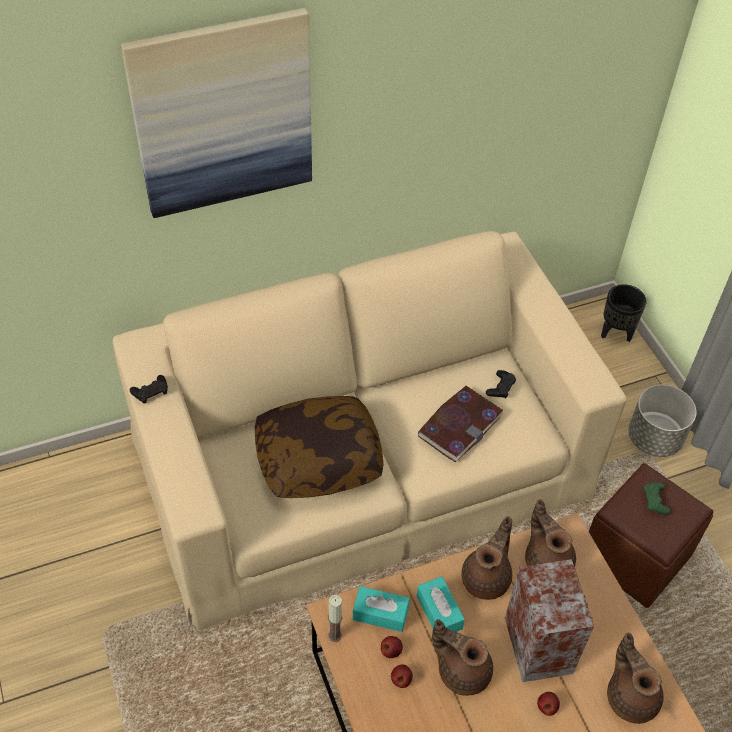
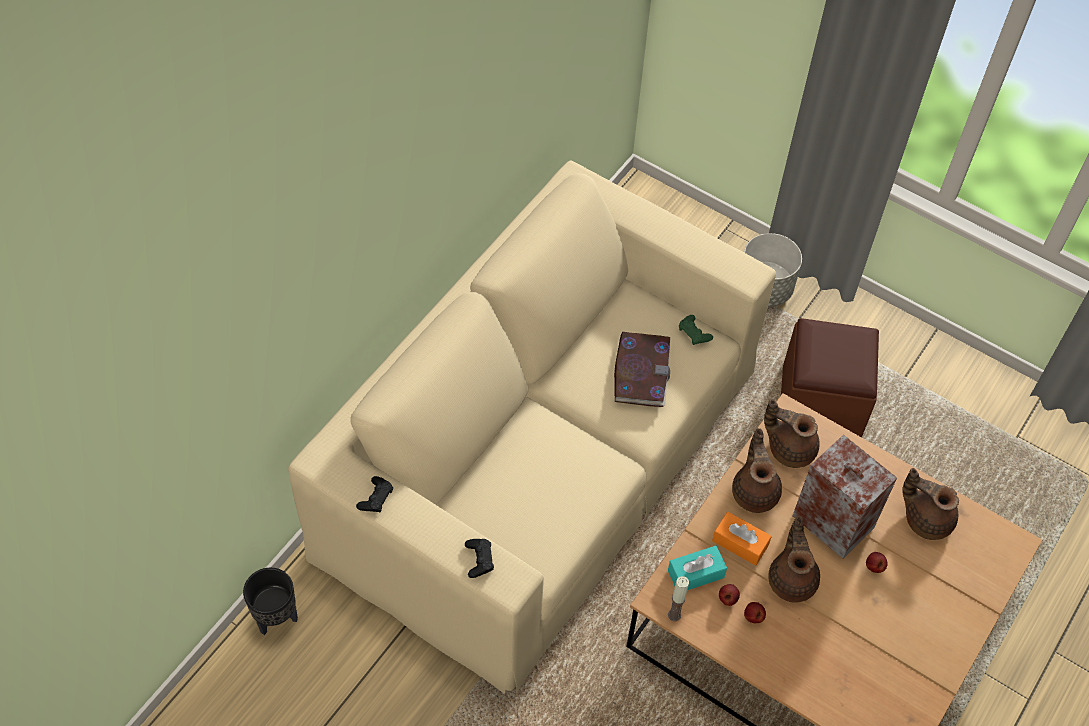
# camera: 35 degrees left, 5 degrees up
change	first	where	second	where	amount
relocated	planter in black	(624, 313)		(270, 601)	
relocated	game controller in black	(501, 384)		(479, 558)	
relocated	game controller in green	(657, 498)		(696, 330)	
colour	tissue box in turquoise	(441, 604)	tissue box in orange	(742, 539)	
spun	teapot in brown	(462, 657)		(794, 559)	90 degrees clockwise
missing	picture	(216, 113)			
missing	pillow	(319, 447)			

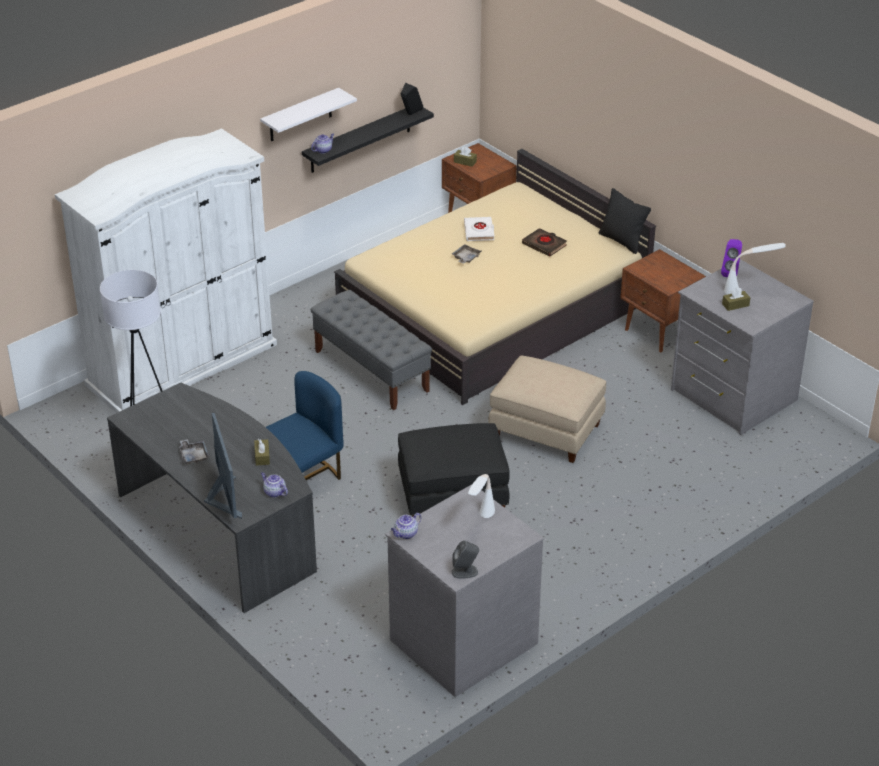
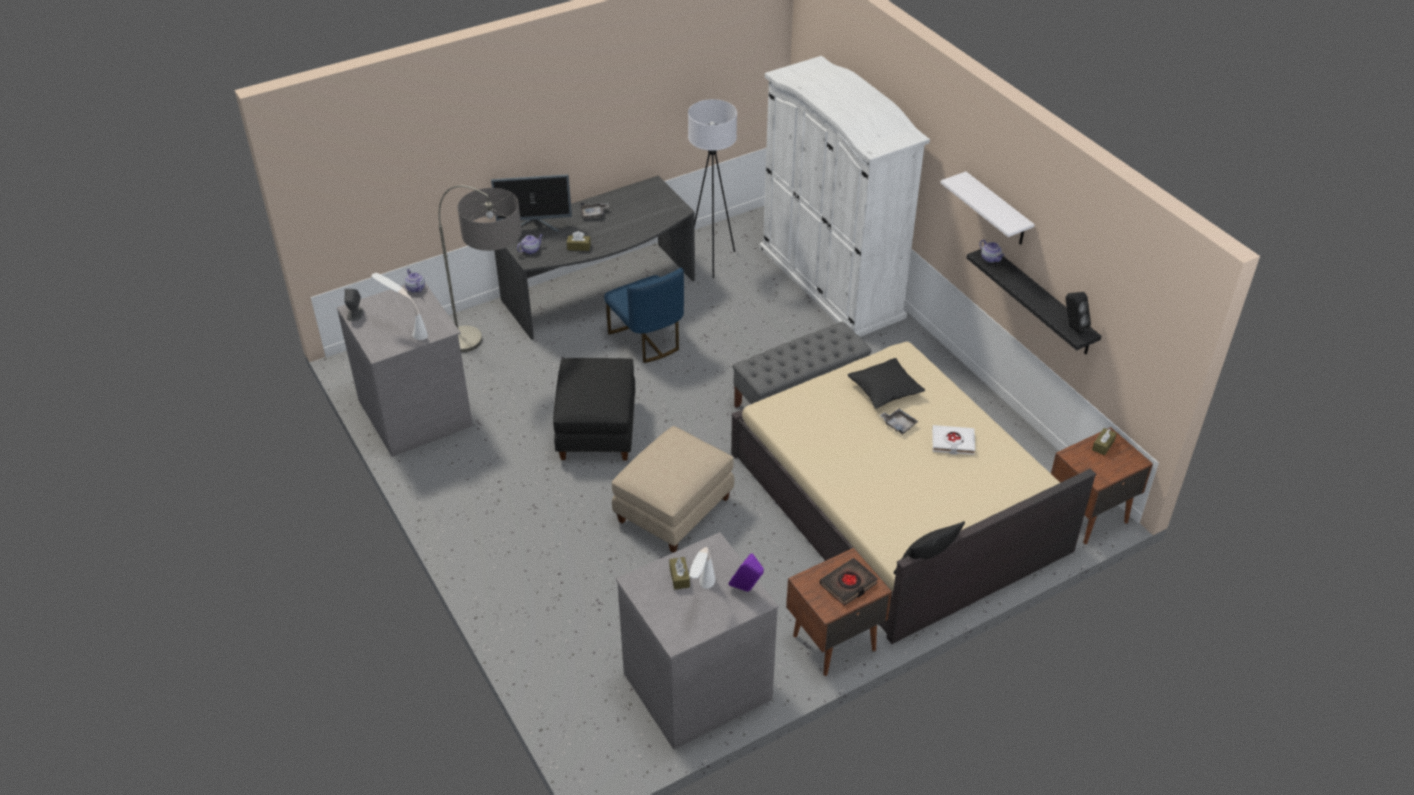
# camera: 100 degrees right, 5 degrees up
change	first	where	second	where	amount
appeared			floor lamp	(480, 268)	
relocated	book in black	(544, 242)		(848, 581)	
appeared			pillow in black	(886, 383)	

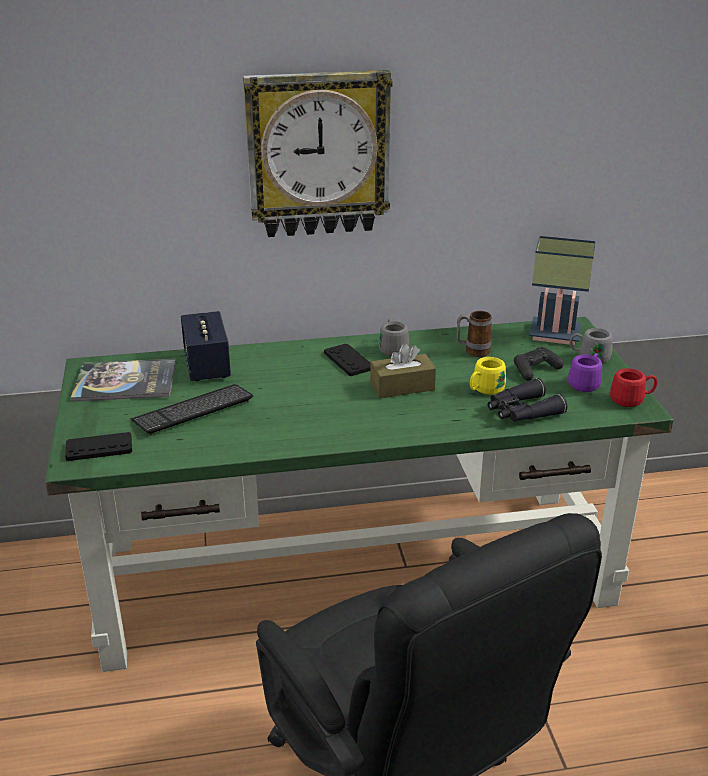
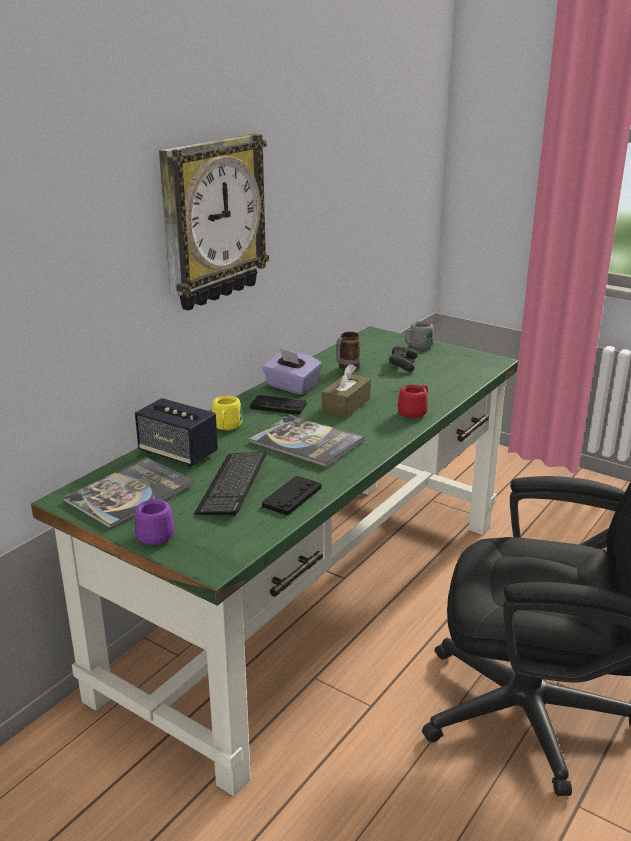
# camera: 45 degrees left, 5 degrees down
change	first	where	second	where	amount
relocated	mug in purple	(585, 372)		(155, 520)	
relocated	mug in yellow	(488, 376)		(227, 413)	
appeared			book	(306, 441)	
exchanged	mug in grey	(393, 337)	tissue box in purple	(292, 371)	
relocated	game controller in black	(98, 446)		(292, 495)	
relocated	mug in red	(633, 387)		(413, 401)	
missing	binoculars in black	(527, 400)			
missing	table lamp	(562, 290)			

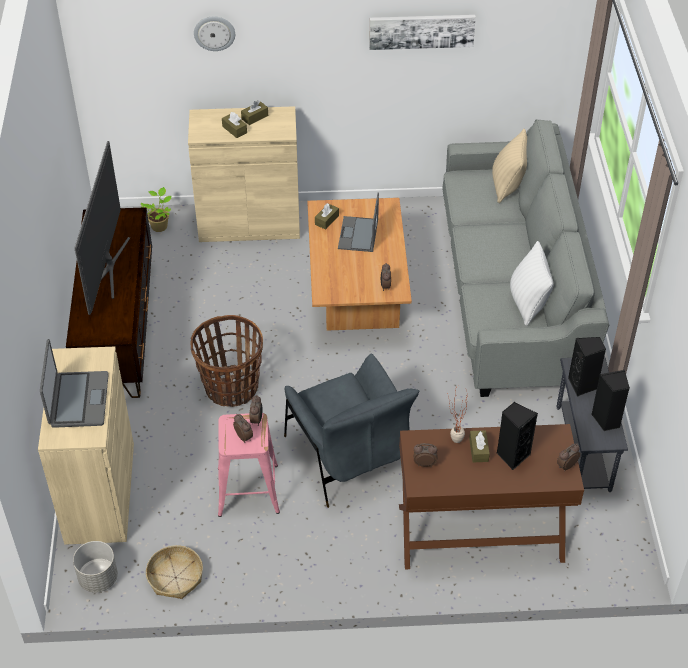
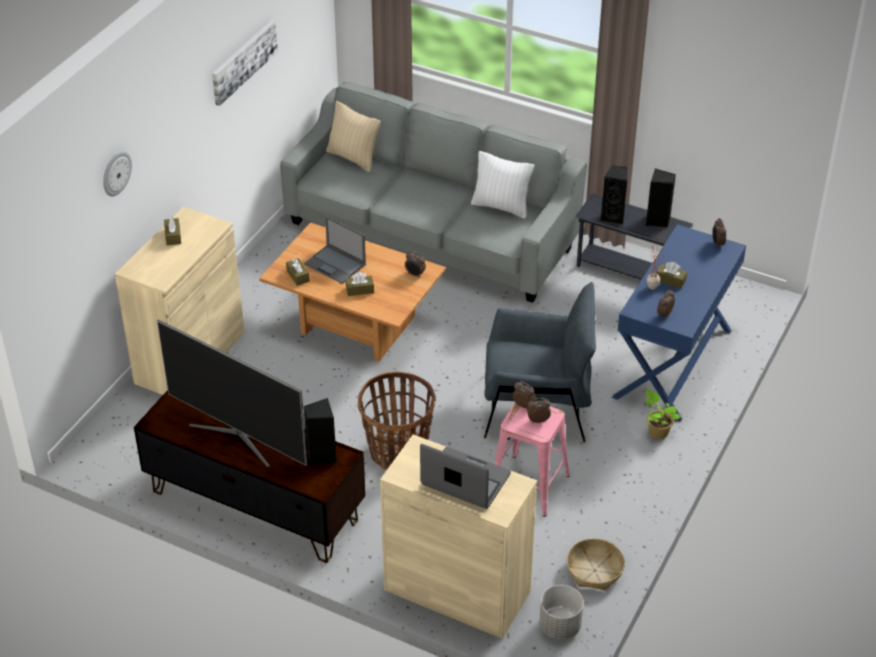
# camera: 60 degrees left, 5 degrees down
change	first	where	second	where	amount
relocated	speaker in black	(517, 436)		(320, 431)	
relocated	tissue box in brown	(234, 125)		(360, 284)	
colour	console table in brown	(491, 496)	console table in blue	(679, 323)	
relocated	potted plant	(155, 209)		(663, 414)	

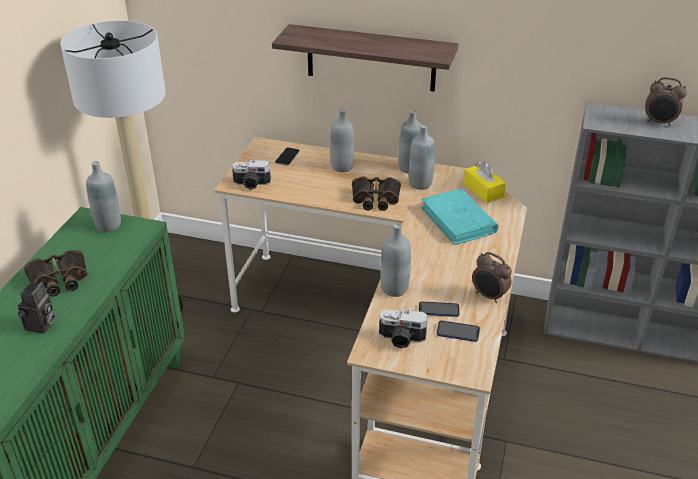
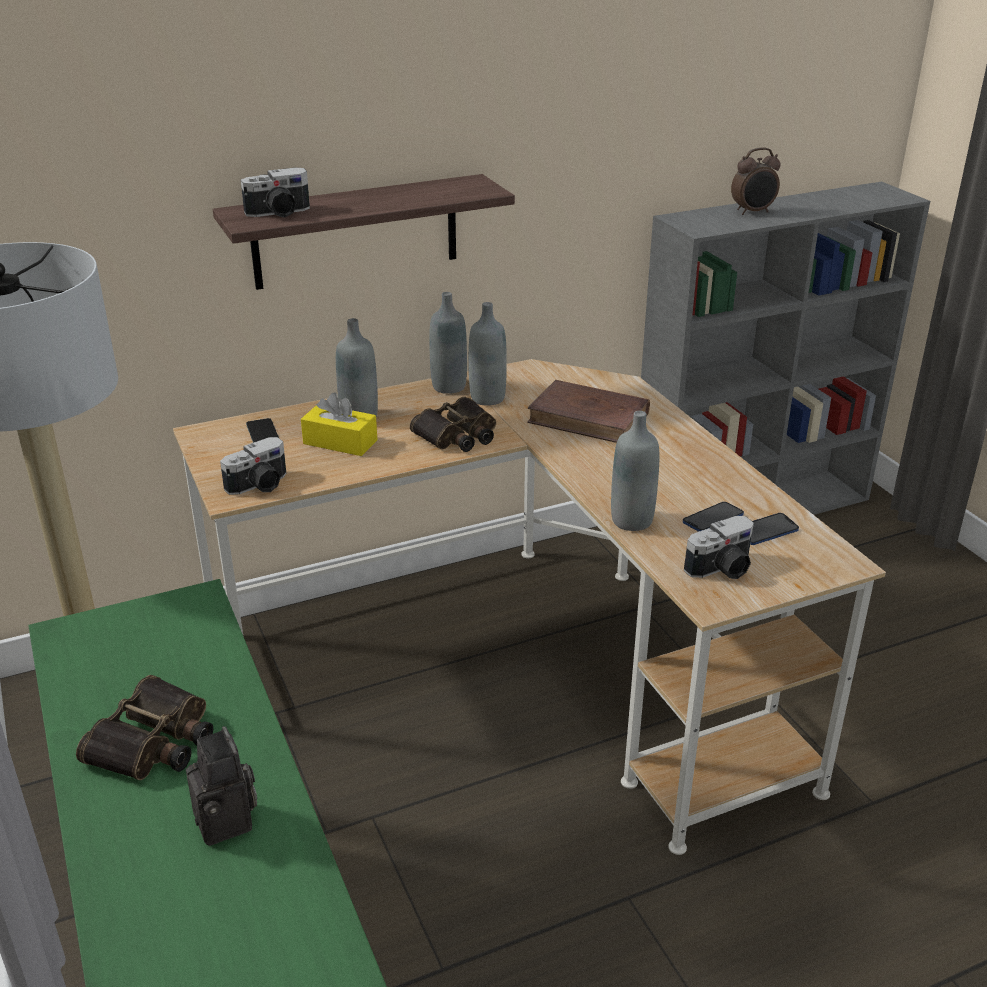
# camera: 40 degrees left, 5 degrees down
change	first	where	second	where	amount
appeared			photo camera	(275, 192)	
relocated	tissue box in yellow	(484, 182)		(339, 424)	
colour	book in turquoise	(459, 216)	book in brown	(588, 411)	
missing	bottle in grey	(103, 196)			
missing	alarm clock	(492, 277)			

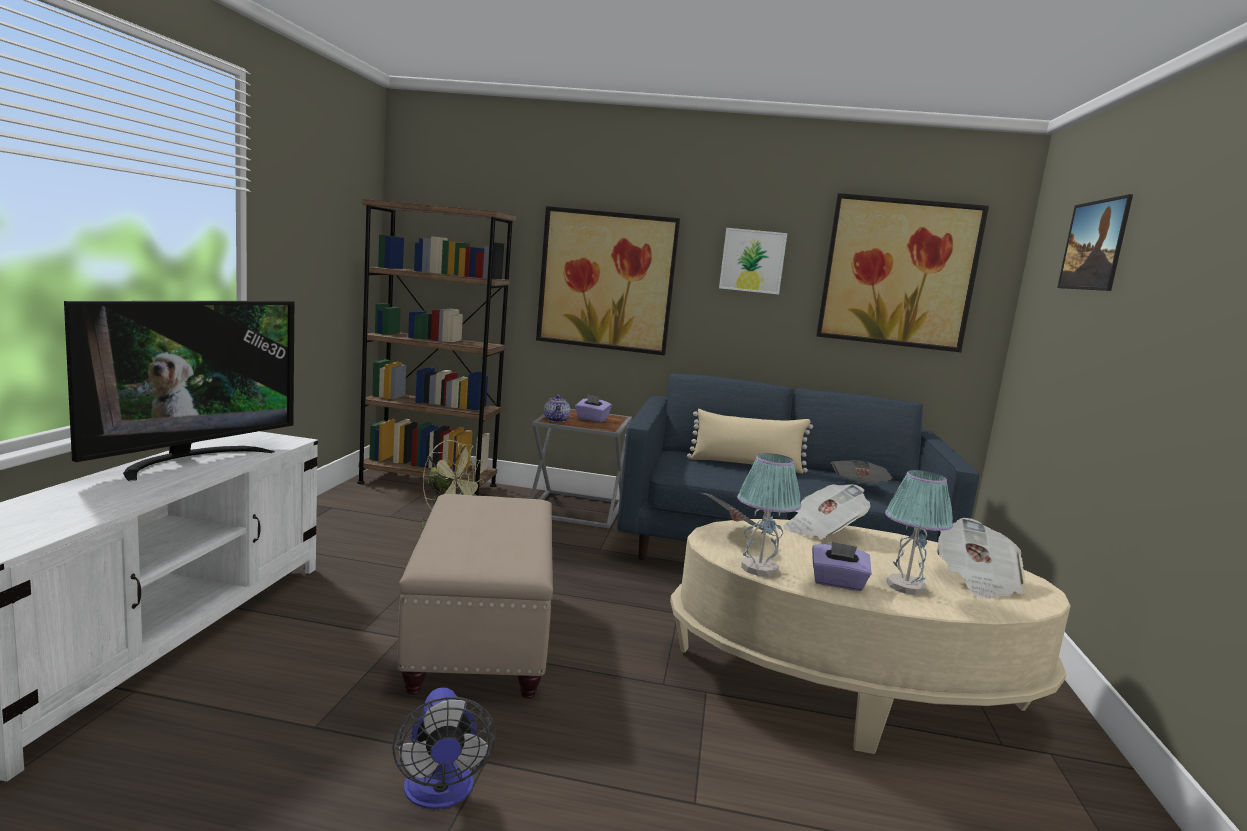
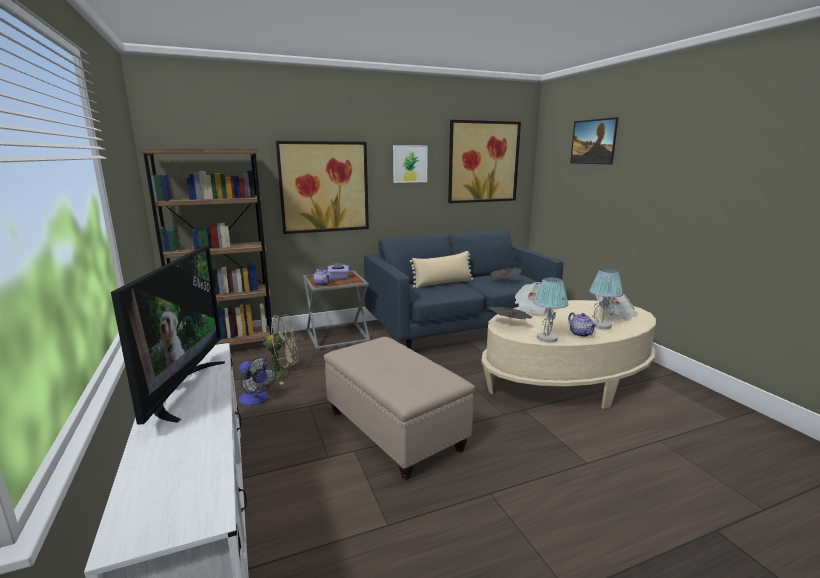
# camera: 30 degrees left, 5 degrees up
change	first	where	second	where	amount
relocated	fan	(444, 748)		(257, 381)	
exchanged	tissue box in purple	(841, 566)	teapot	(582, 324)	

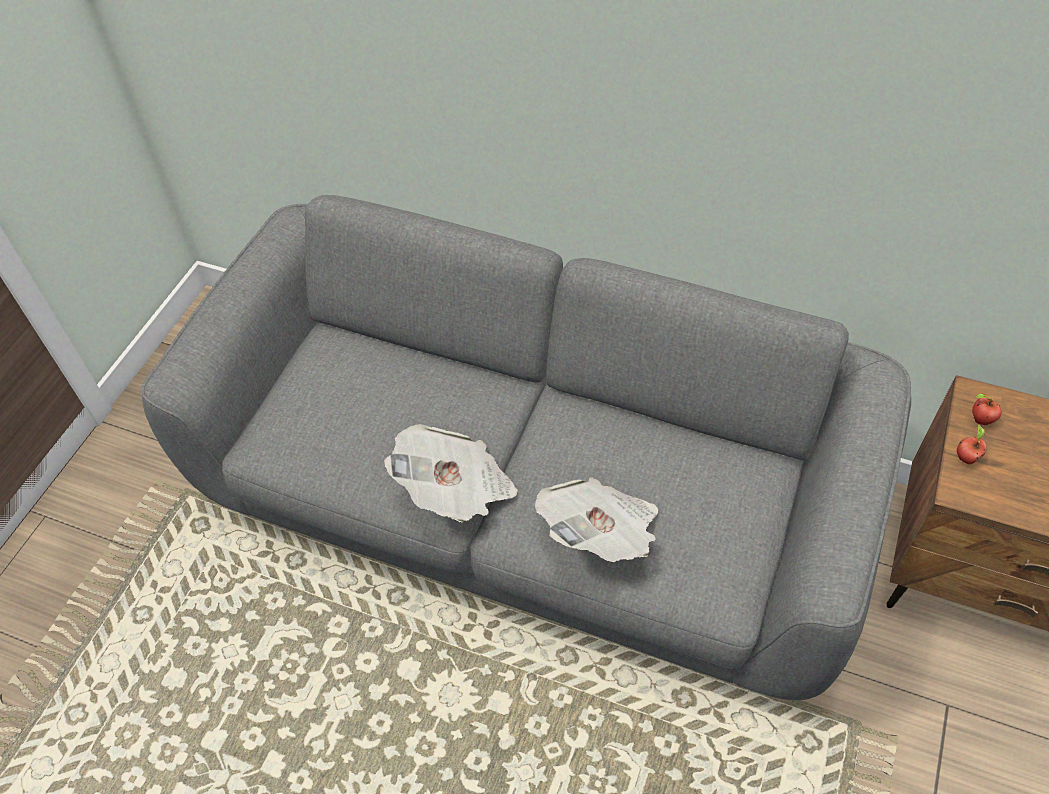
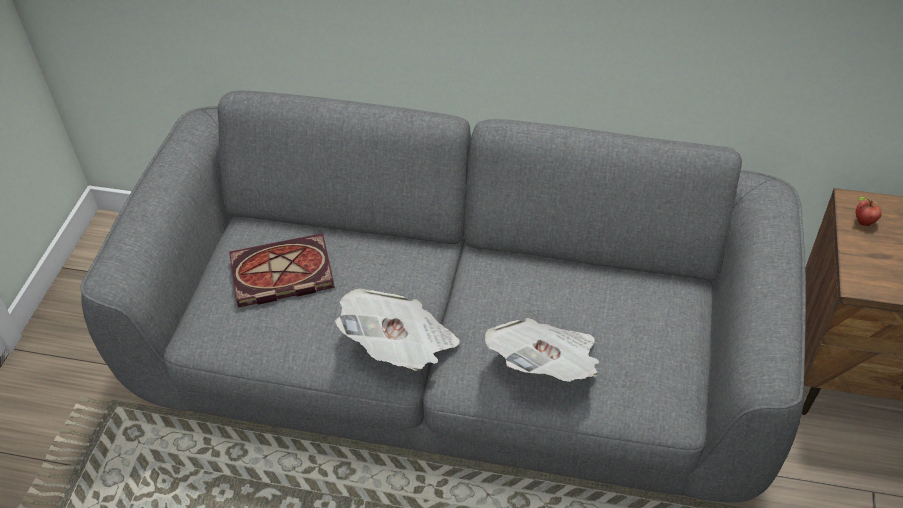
# camera: 10 degrees left, 5 degrees down
change	first	where	second	where	amount
appeared			book	(282, 270)	
missing	apple	(972, 444)			

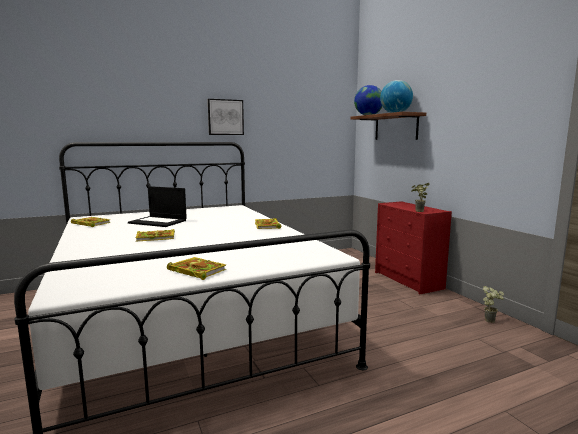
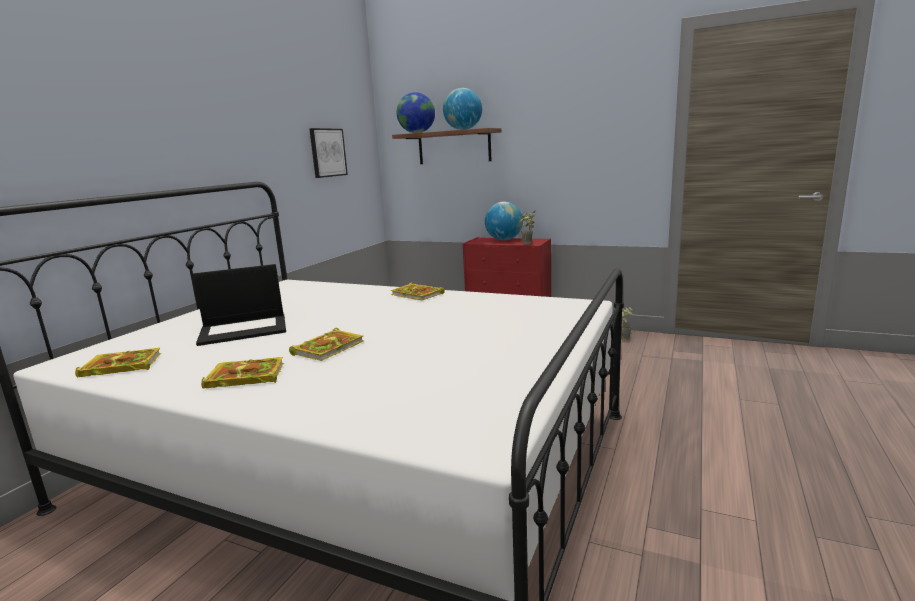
# camera: 40 degrees left, 5 degrees up
change	first	where	second	where	amount
relocated	book	(197, 268)		(242, 373)	
relocated	picture	(226, 117)		(328, 153)	
appeared			globe	(504, 221)	

